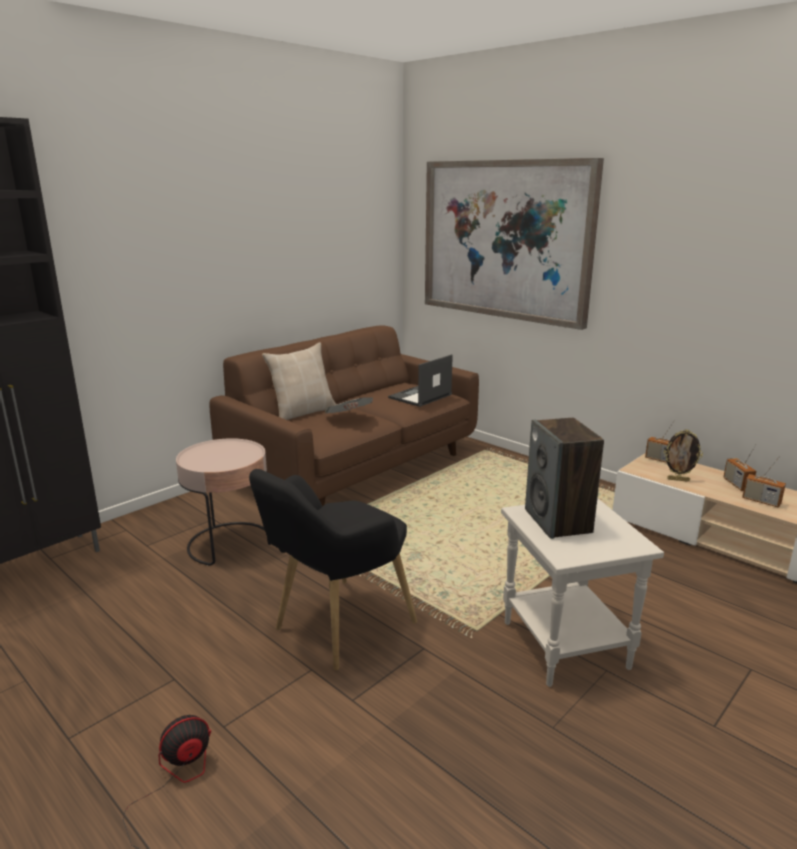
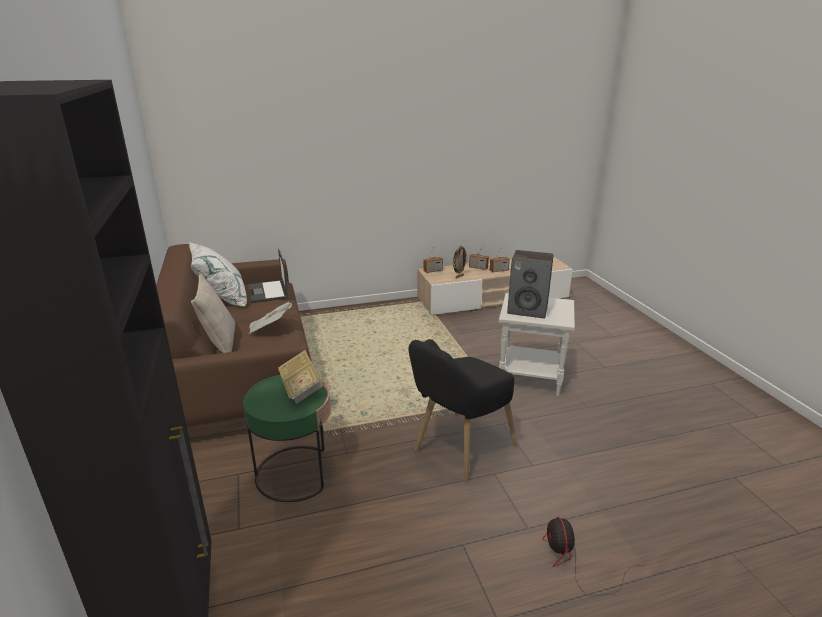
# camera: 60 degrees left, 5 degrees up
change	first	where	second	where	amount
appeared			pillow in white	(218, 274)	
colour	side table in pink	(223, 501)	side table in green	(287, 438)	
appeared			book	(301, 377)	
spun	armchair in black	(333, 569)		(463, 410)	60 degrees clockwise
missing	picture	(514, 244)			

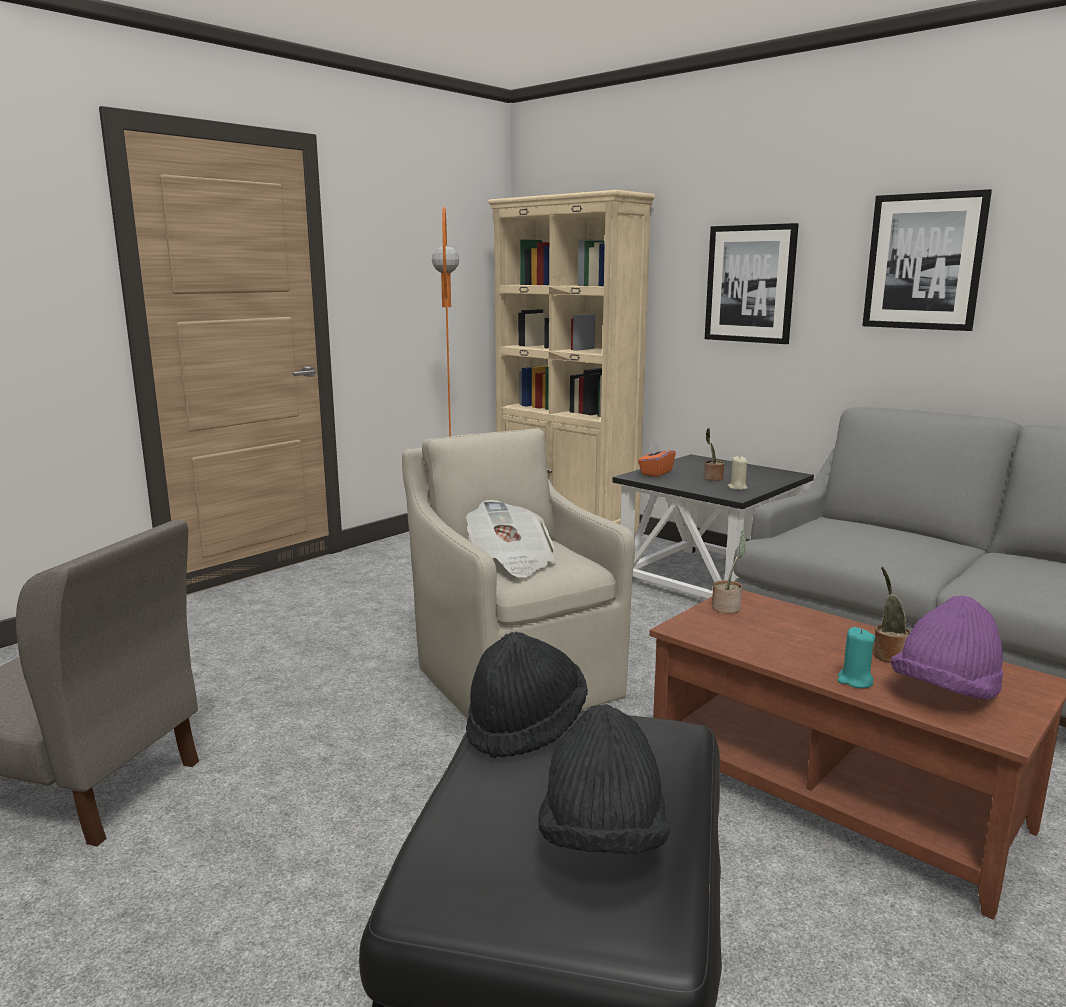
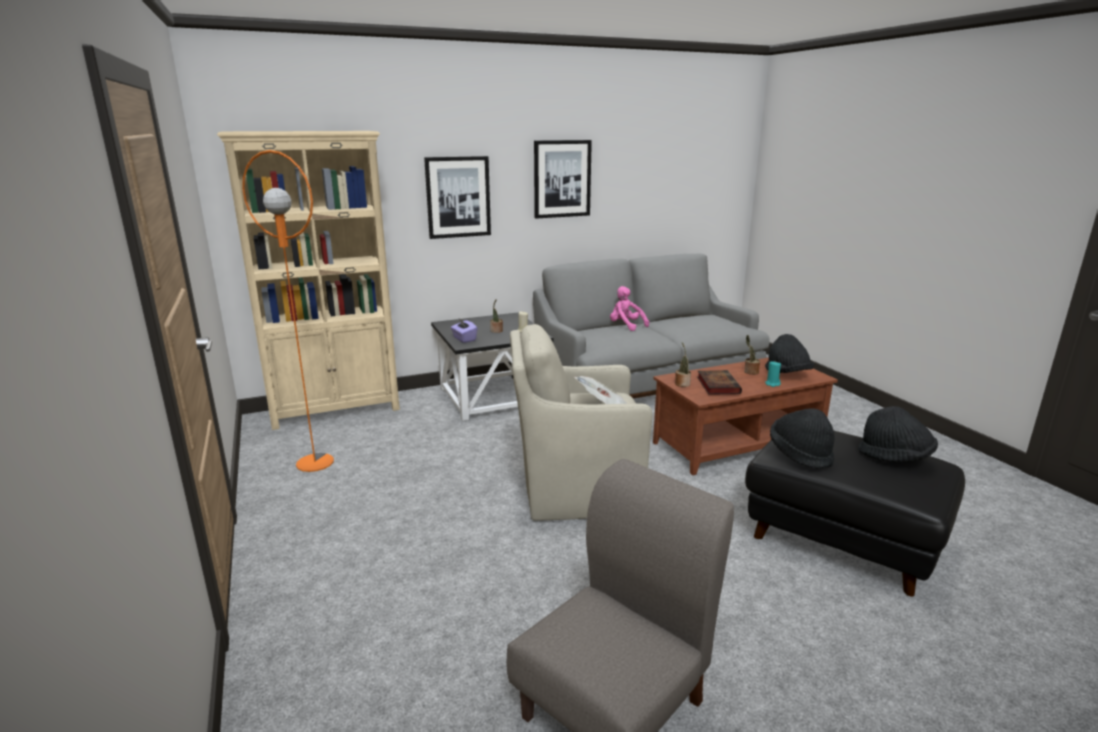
# camera: 65 degrees left, 5 degrees up
change	first	where	second	where	amount
colour	tissue box in orange	(657, 459)	tissue box in purple	(464, 330)	
appeared			plush toy in pink	(629, 308)	
appeared			book	(719, 382)	
colour	hat in purple	(947, 647)	hat in black	(790, 353)	

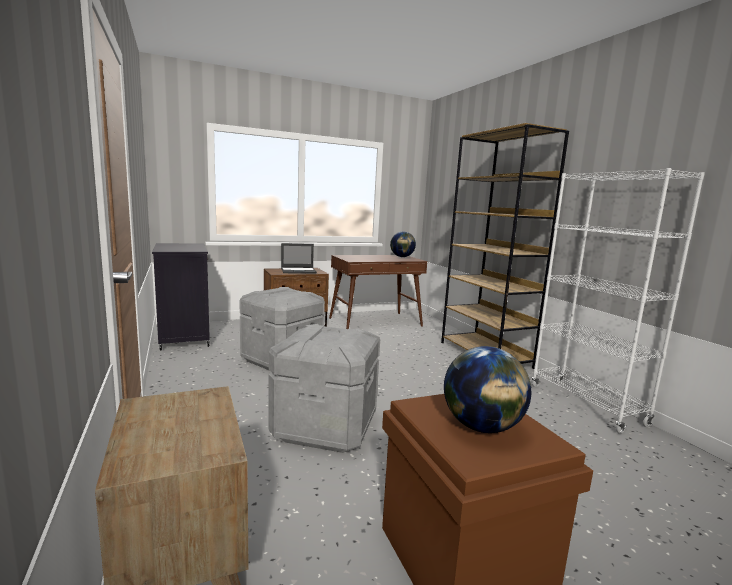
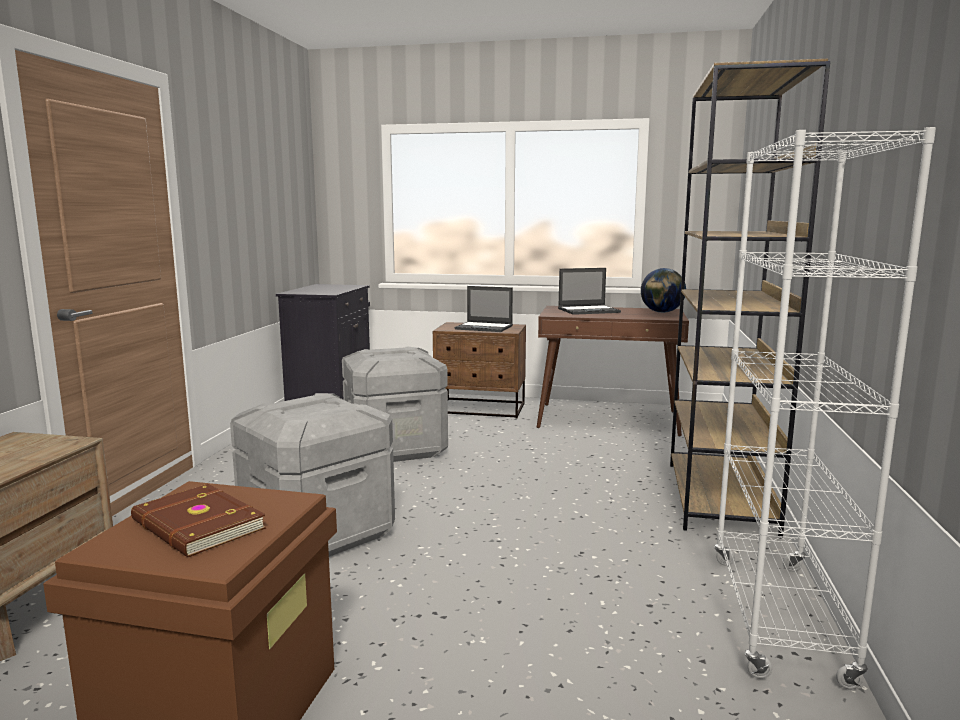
# camera: 35 degrees right, 0 degrees up
change	first	where	second	where	amount
exchanged	globe	(487, 389)	book in brown	(198, 520)	
appeared			laptop	(589, 291)	

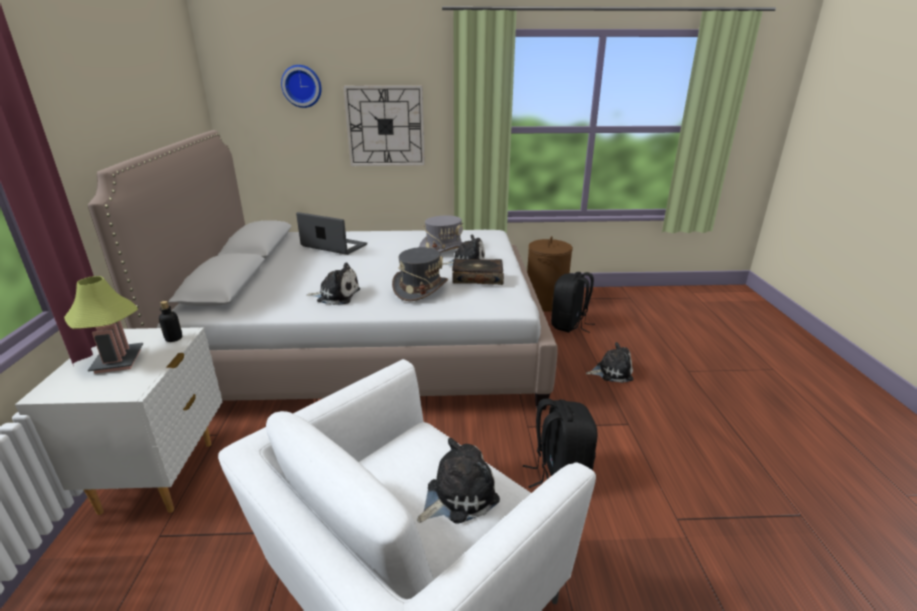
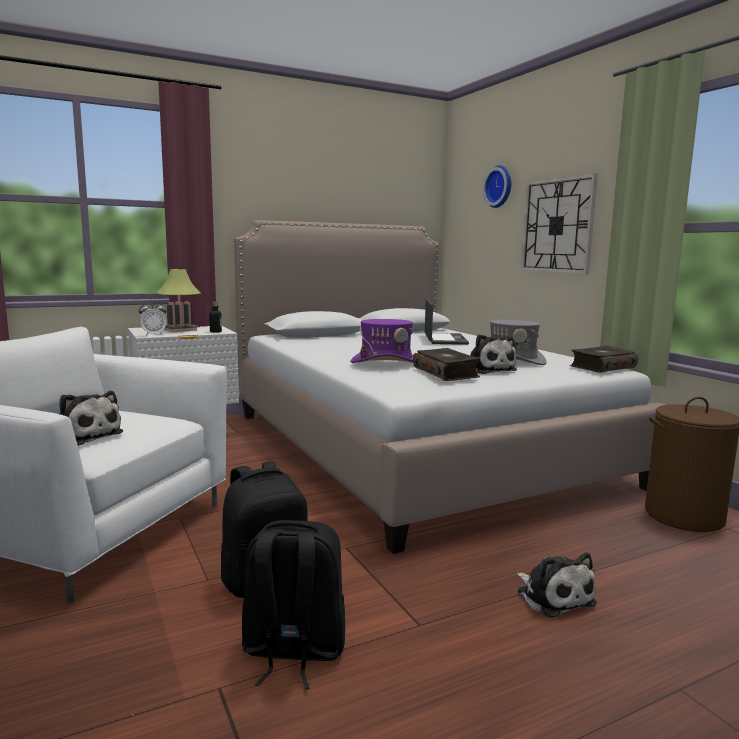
# camera: 65 degrees right, 15 degrees down
change	first	where	second	where	amount
appeared			alarm clock	(153, 318)	
relocated	backpack in black	(573, 302)		(293, 605)	
colour	hat in grey	(420, 274)	hat in purple	(381, 341)	
appeared			book	(604, 359)	
missing	plush toy	(333, 283)			

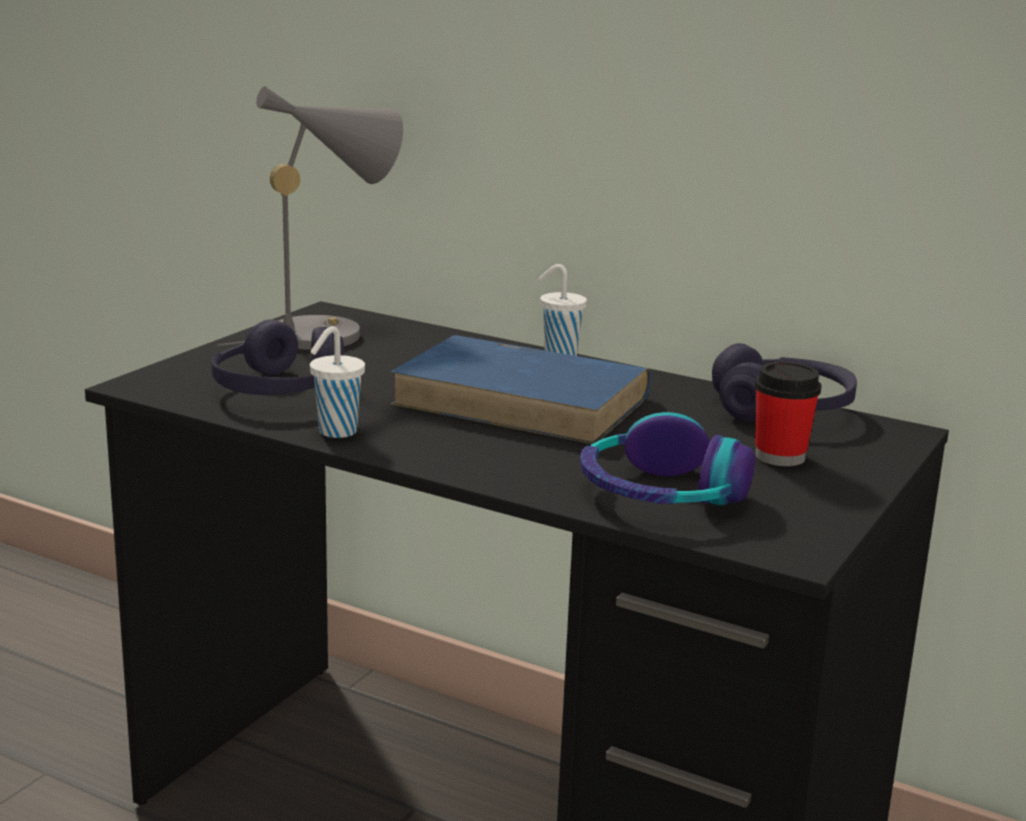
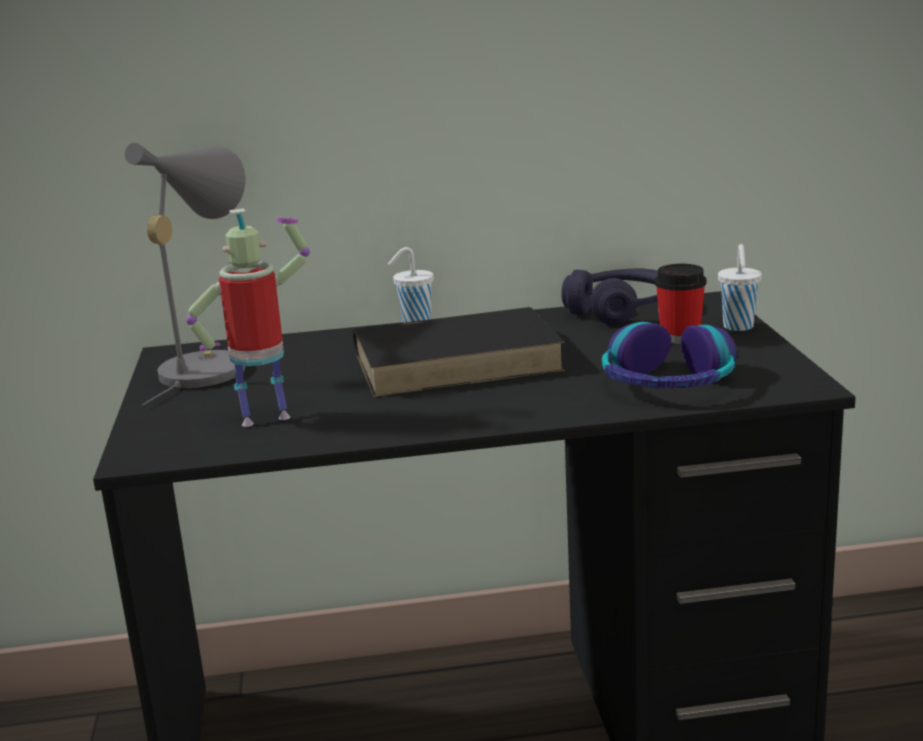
# camera: 35 degrees left, 0 degrees up
change	first	where	second	where	amount
exchanged	headphones in purple	(277, 357)	toy robot	(248, 318)	
colour	book in blue	(520, 389)	book in black	(459, 352)	
relocated	cup in white	(337, 382)		(740, 287)	

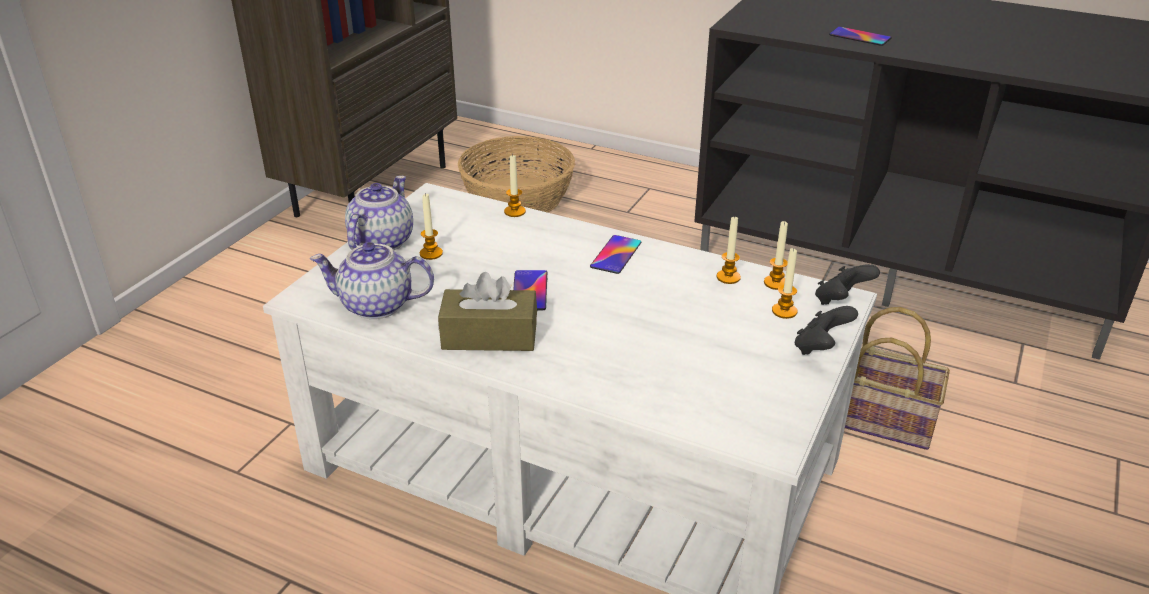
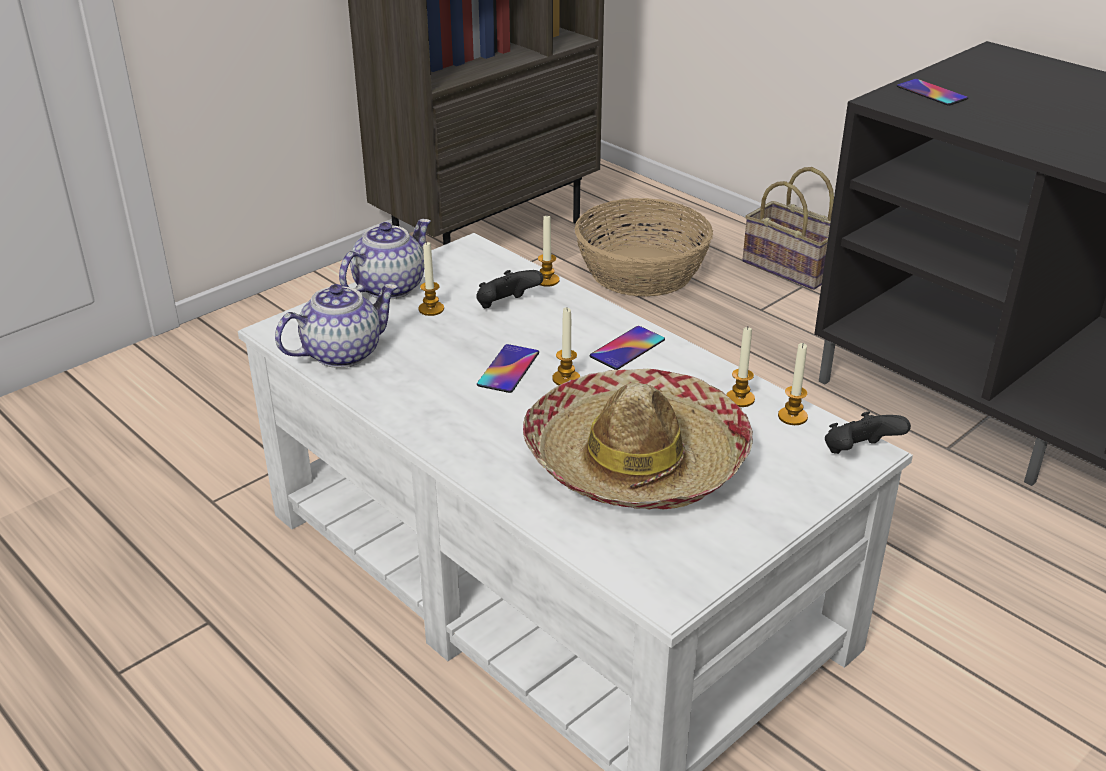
# camera: 20 degrees right, 0 degrees up
change	first	where	second	where	amount
spun	teapot	(372, 280)		(336, 326)	120 degrees clockwise
relocated	game controller in black	(826, 330)		(509, 289)	
appeared			hat	(638, 439)	
relocated	candle	(784, 283)		(566, 346)	
relocated	basket	(897, 378)		(788, 228)	
relocated	phone	(860, 36)		(932, 92)	
missing	tissue box in brown	(487, 311)			

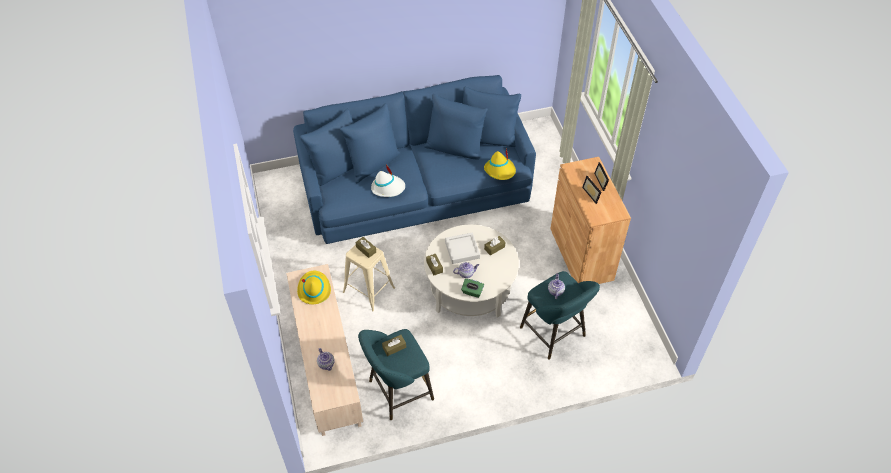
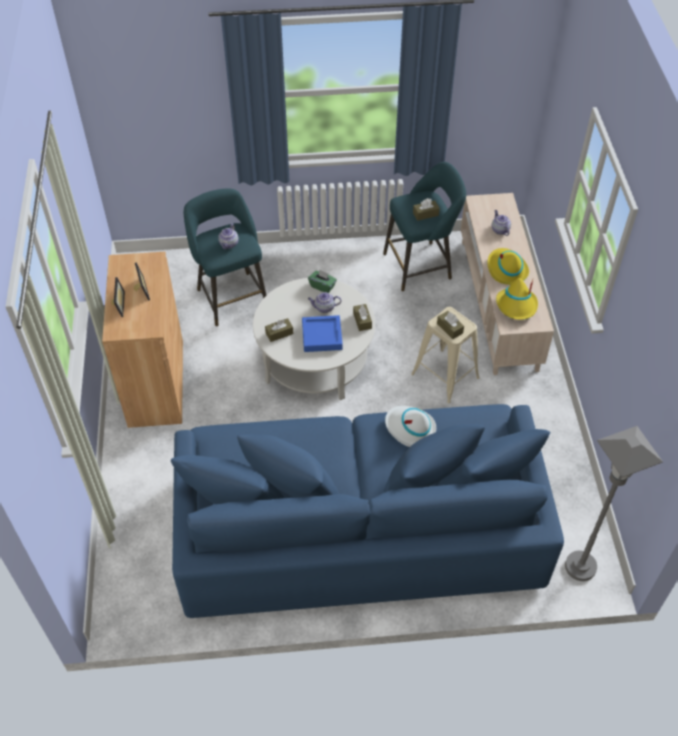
# camera: 170 degrees left, 0 degrees up
change	first	where	second	where	amount
colour	tray in grey	(462, 248)	tray in blue	(322, 333)	
relocated	hat in yellow	(500, 164)		(508, 266)	
appeared			floor lamp in grey	(614, 503)	

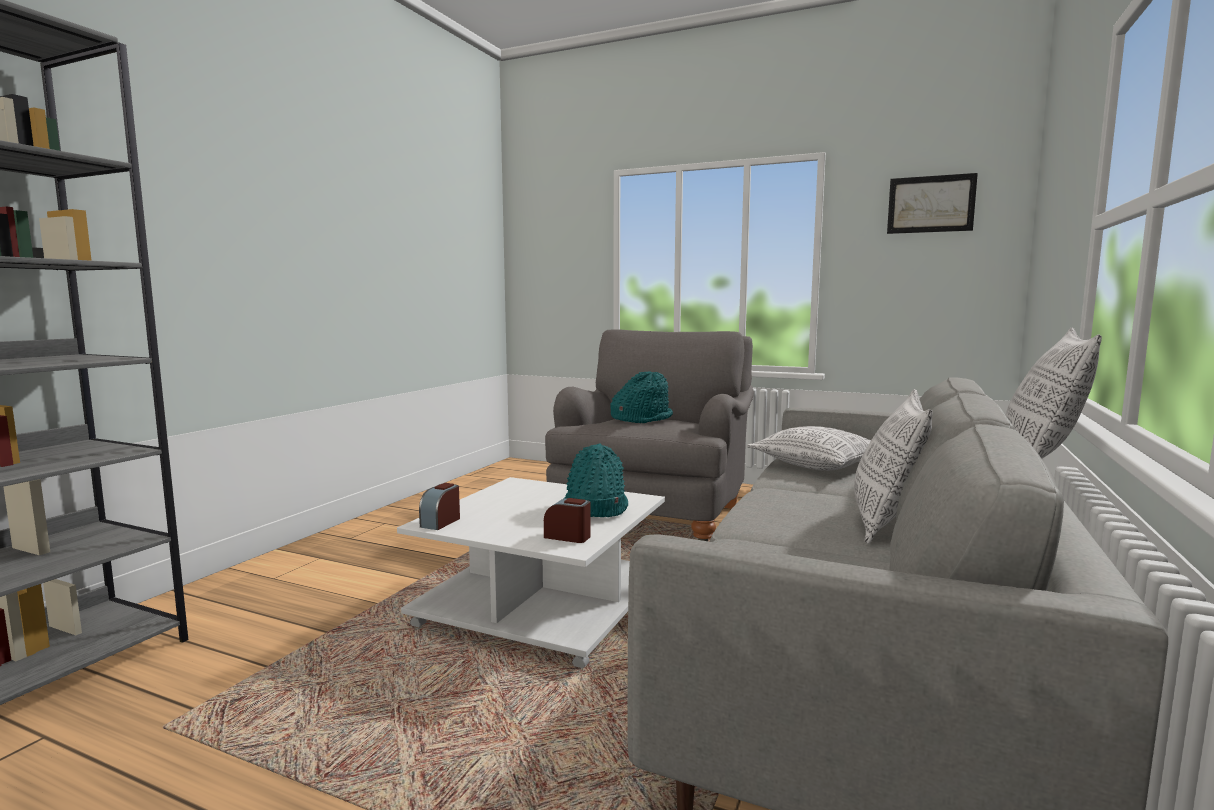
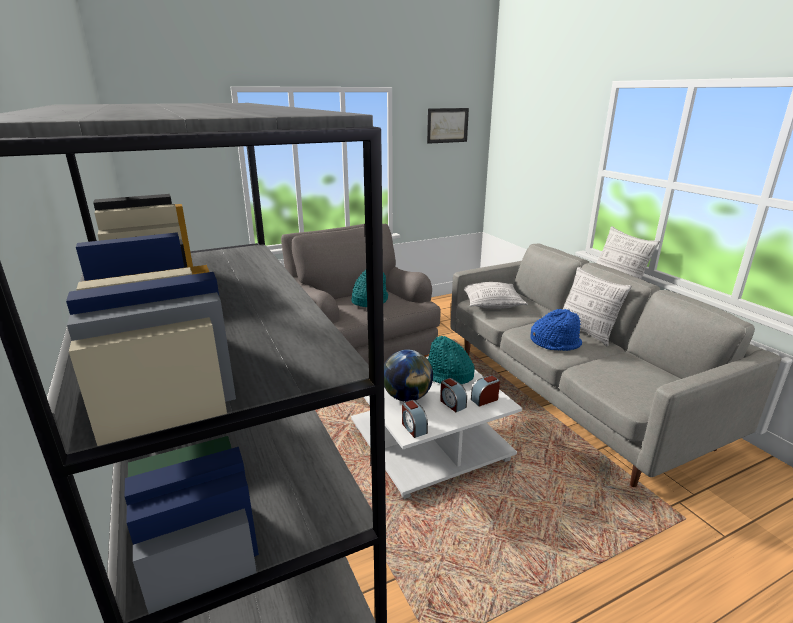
# camera: 50 degrees left, 15 degrees up
change	first	where	second	where	amount
appeared			globe	(408, 376)	
appeared			alarm clock	(453, 395)	
appeared			hat in blue	(556, 330)	

